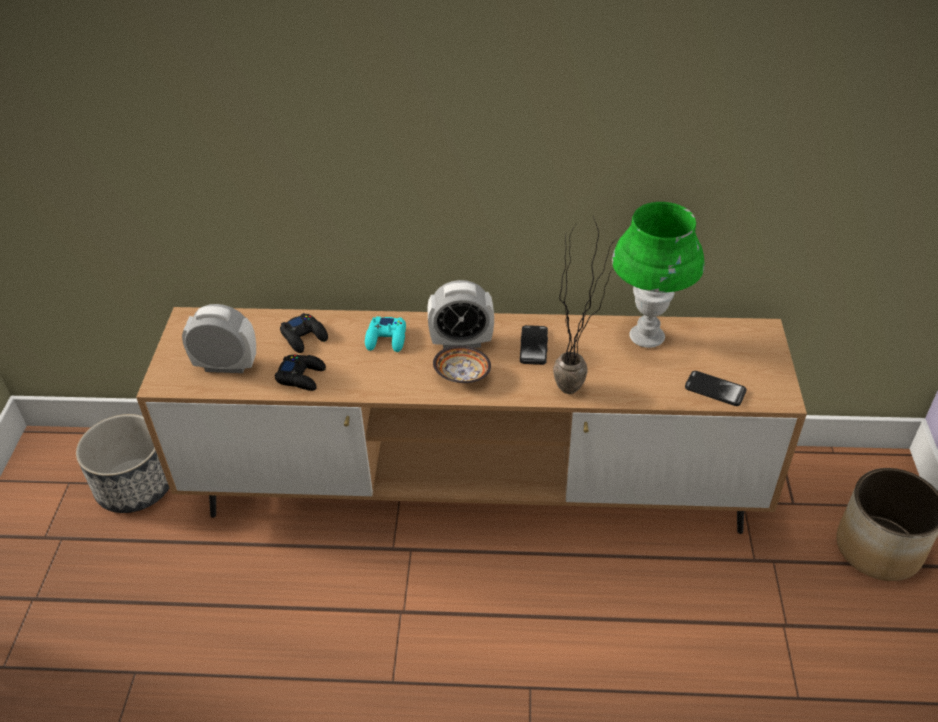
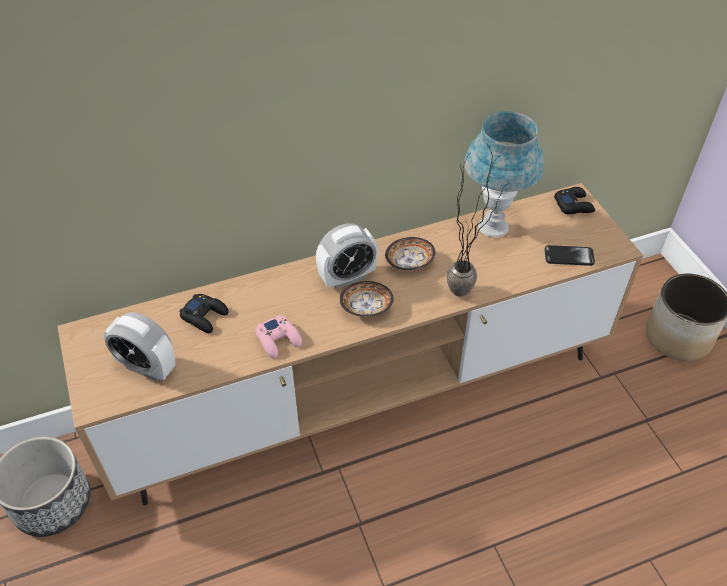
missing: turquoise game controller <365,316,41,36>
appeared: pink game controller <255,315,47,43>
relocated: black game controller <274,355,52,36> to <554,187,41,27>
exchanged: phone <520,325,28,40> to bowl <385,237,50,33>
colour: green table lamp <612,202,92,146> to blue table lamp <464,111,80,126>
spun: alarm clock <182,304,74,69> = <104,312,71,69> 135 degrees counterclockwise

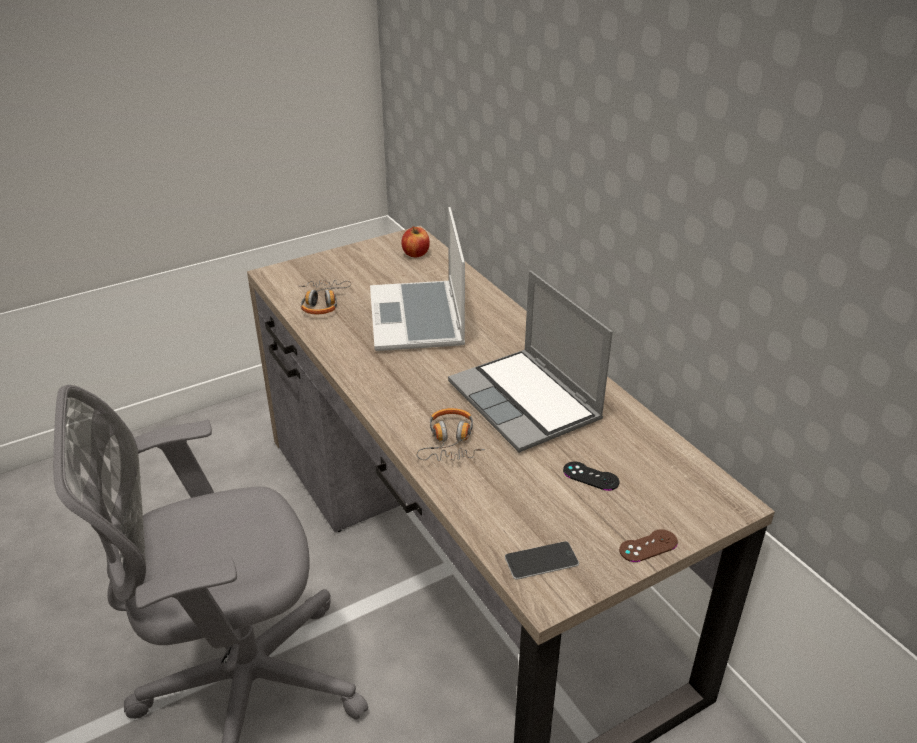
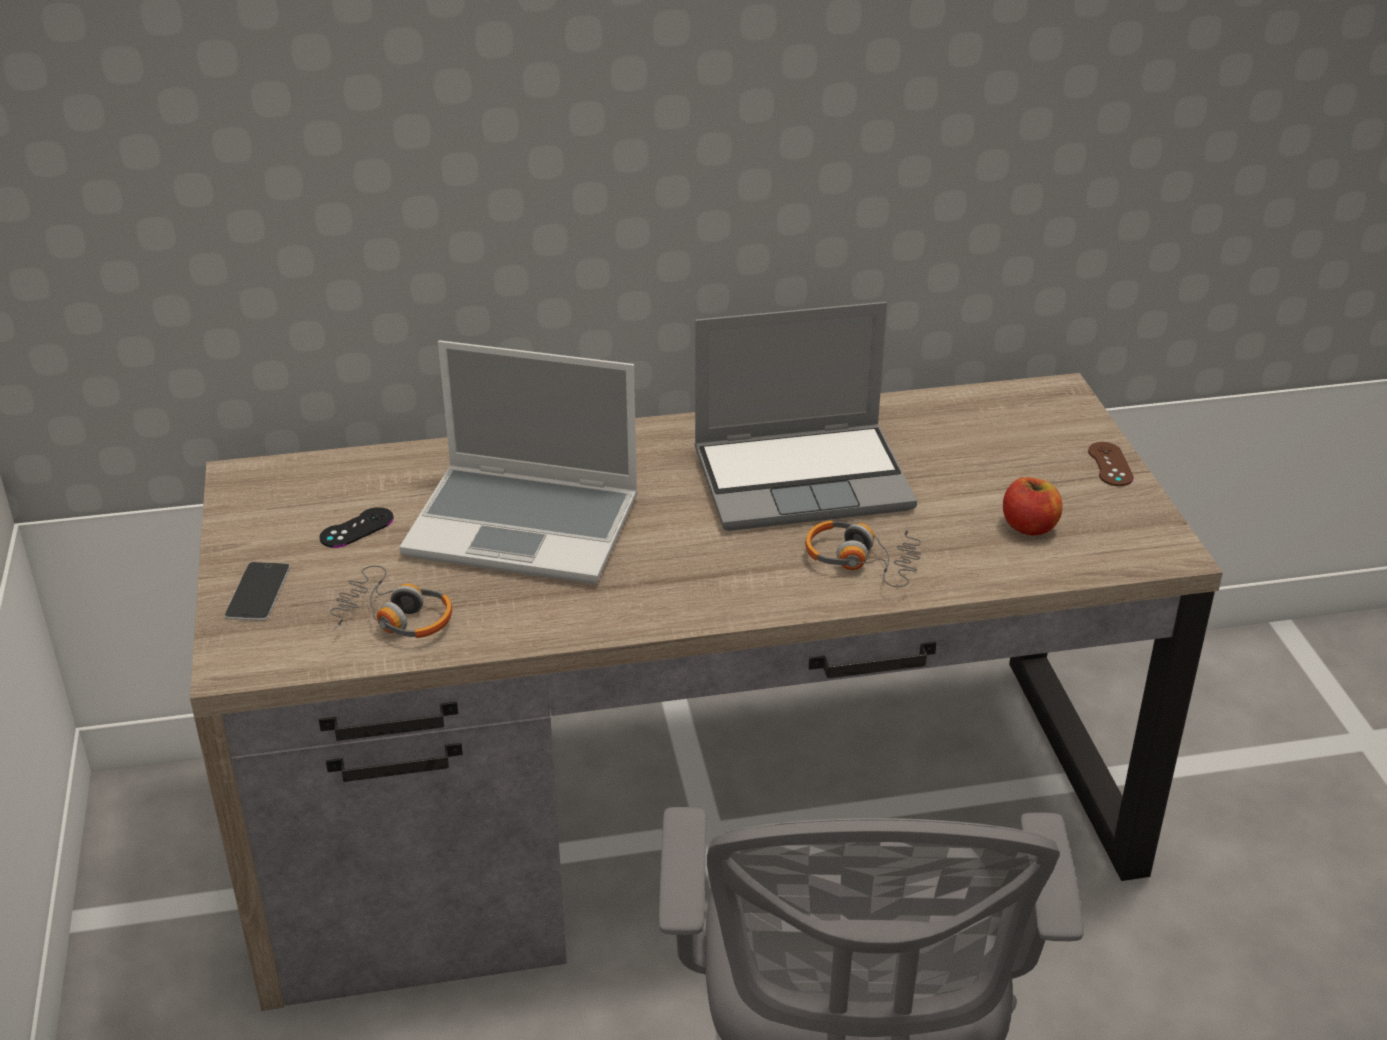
relocated: apple <401,226,29,31> to <1003,477,60,58>; phone <505,541,74,39> to <224,562,66,59>; black game controller <563,462,56,29> to <320,507,74,41>

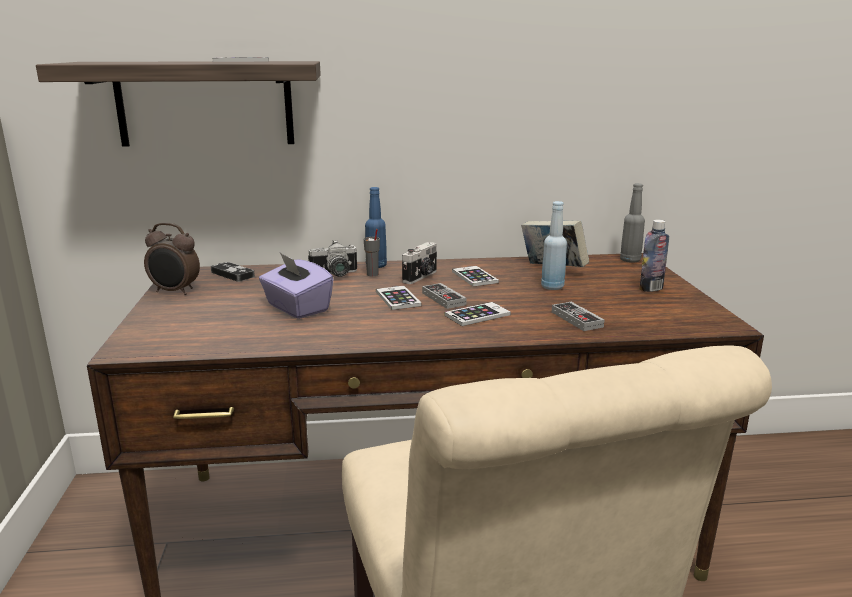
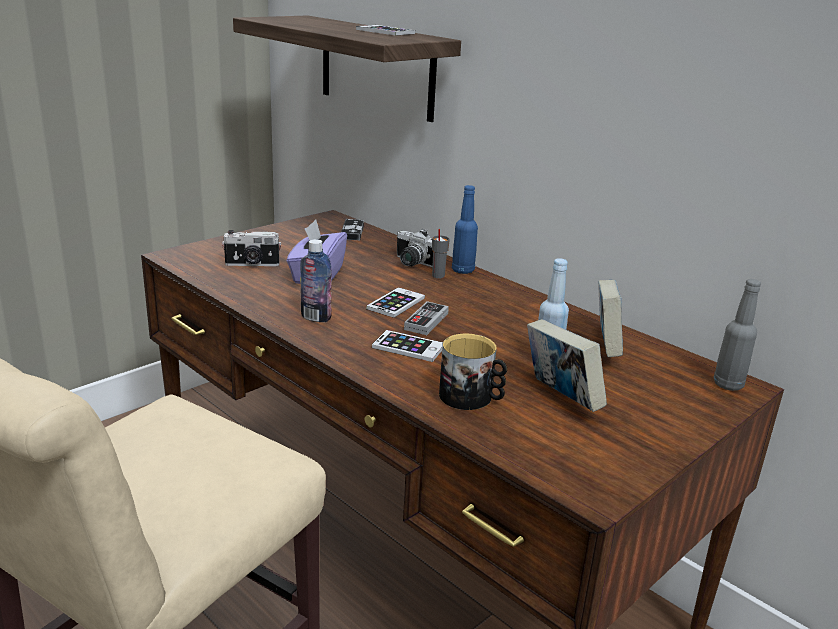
missing: alarm clock <144,223,56,72>; phone <452,266,47,21>
appeared: book <527,319,80,93>
relocated: photo camera <402,242,35,42> to <222,230,59,36>; bottle <639,220,30,72> to <300,239,32,83>
exchanged: game controller <552,302,52,29> to mug <439,334,68,76>

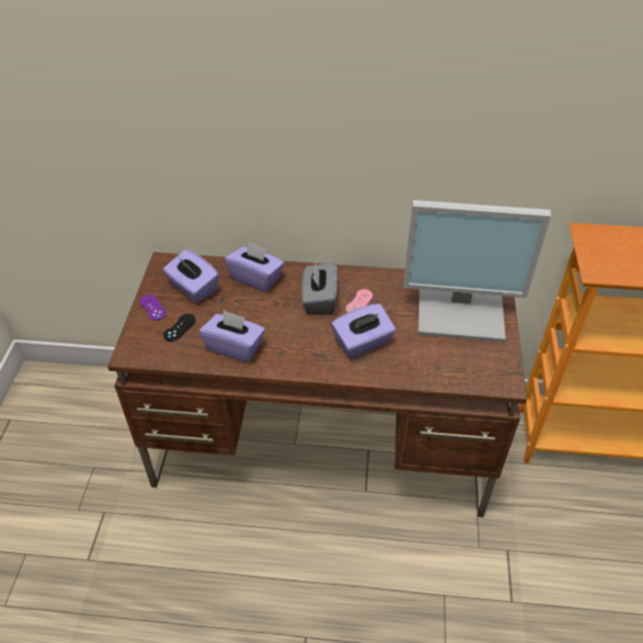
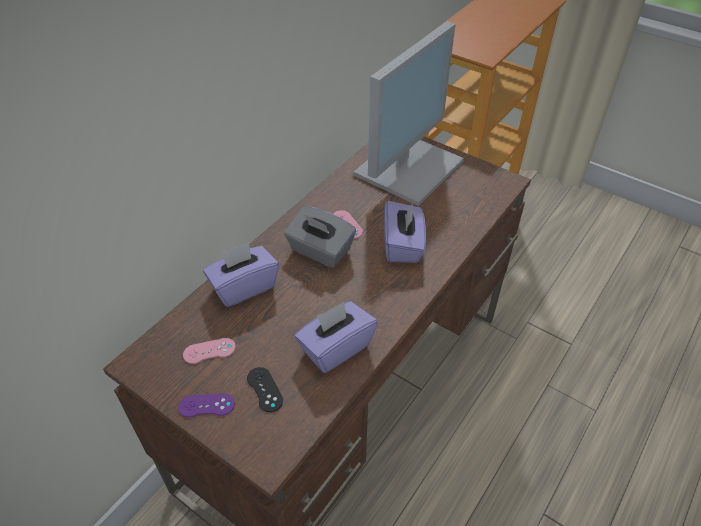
exchanged: purple tissue box <163,249,56,54> to pink game controller <183,338,53,26>

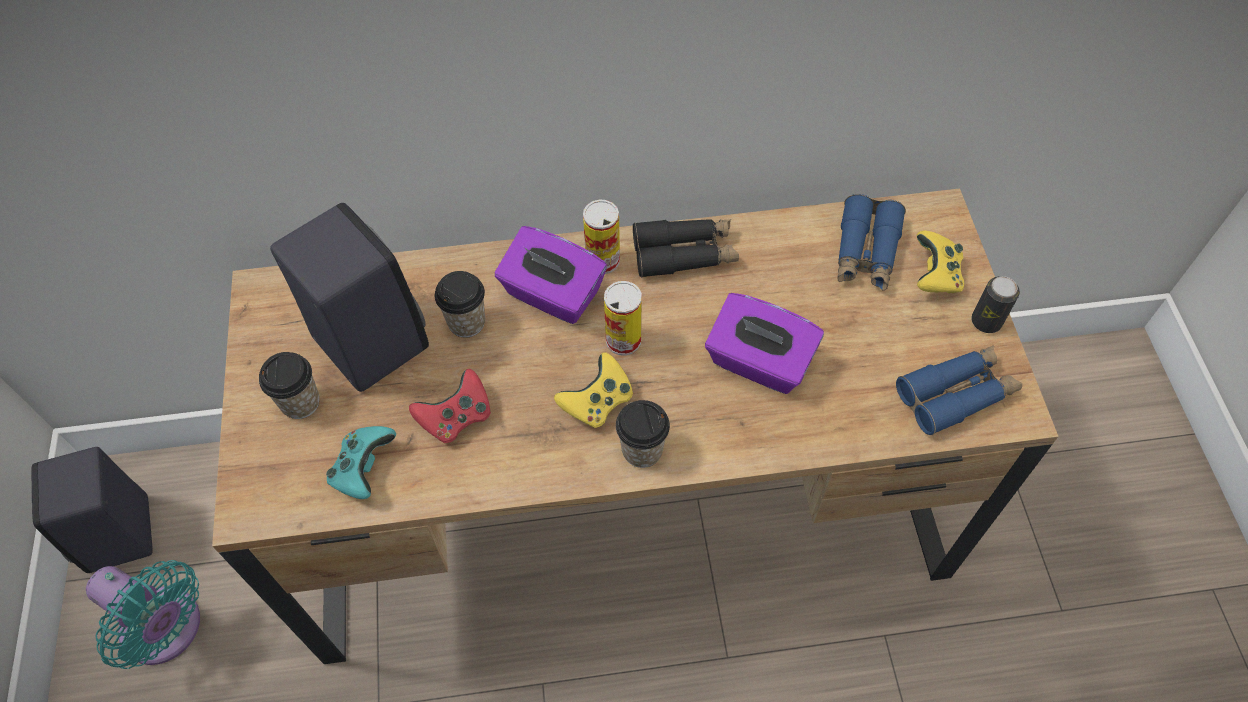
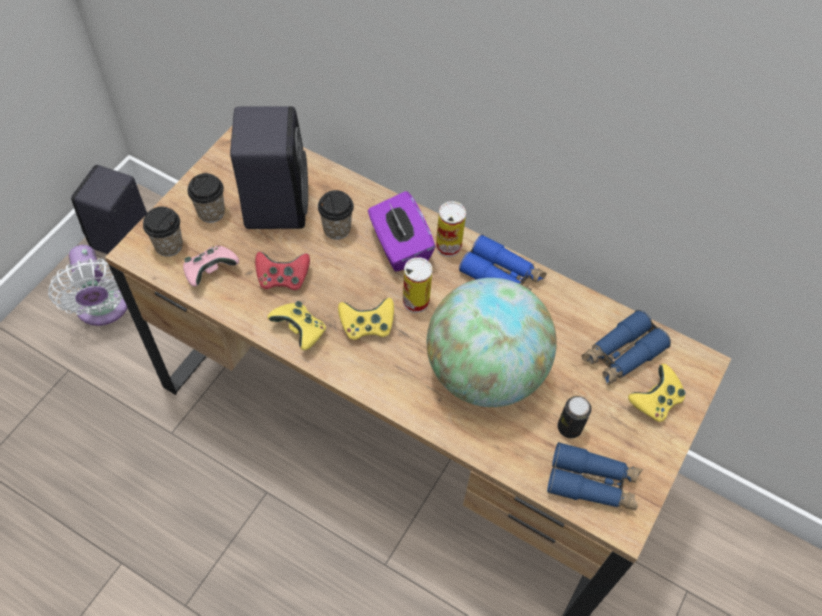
appeared: yellow game controller <268,301,58,49>
relocated: cup <616,400,54,68> to <143,207,40,50>; can <971,276,49,57> to <557,396,34,42>
exchanged: purple tissue box <705,293,119,101> to globe <427,278,130,129>
colour: turquoise fan <86,560,114,109> to white fan <48,245,79,81>; turquoise game controller <326,426,70,73> to pink game controller <183,245,56,42>; black binoculars <633,219,106,59> to blue binoculars <459,234,88,57>

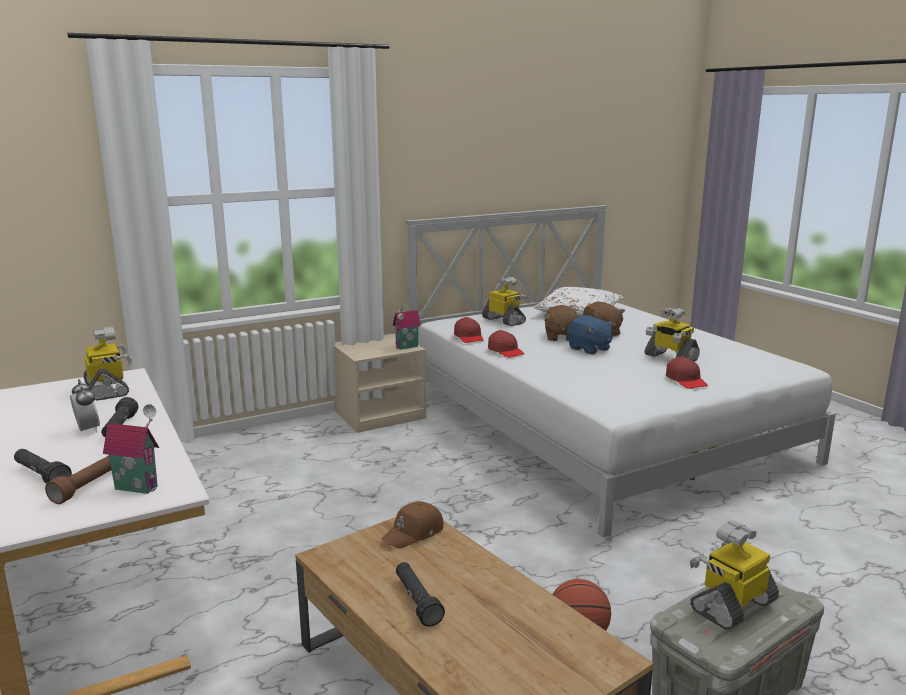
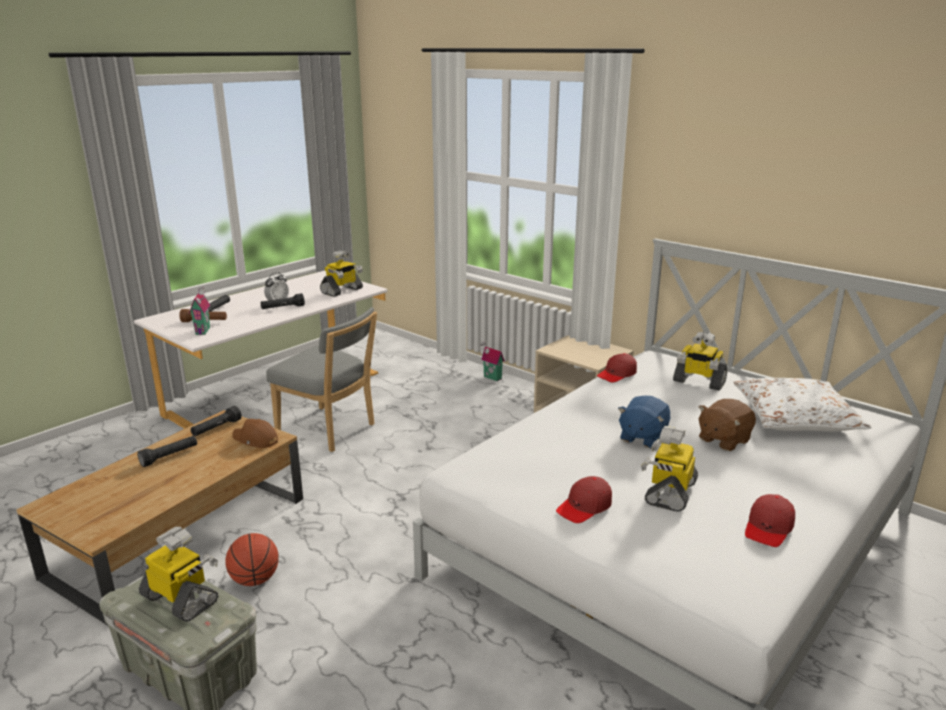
missing: brown plush toy <545,305,36,36>
appeared: black flashlight <191,406,51,30>; grey chair <266,307,111,145>
relocated: toy house <393,305,28,45> to <480,341,25,40>; red cap <488,330,37,28> to <745,494,50,53>
spun: toy robot <482,276,46,50> = <673,332,54,59> 90 degrees clockwise

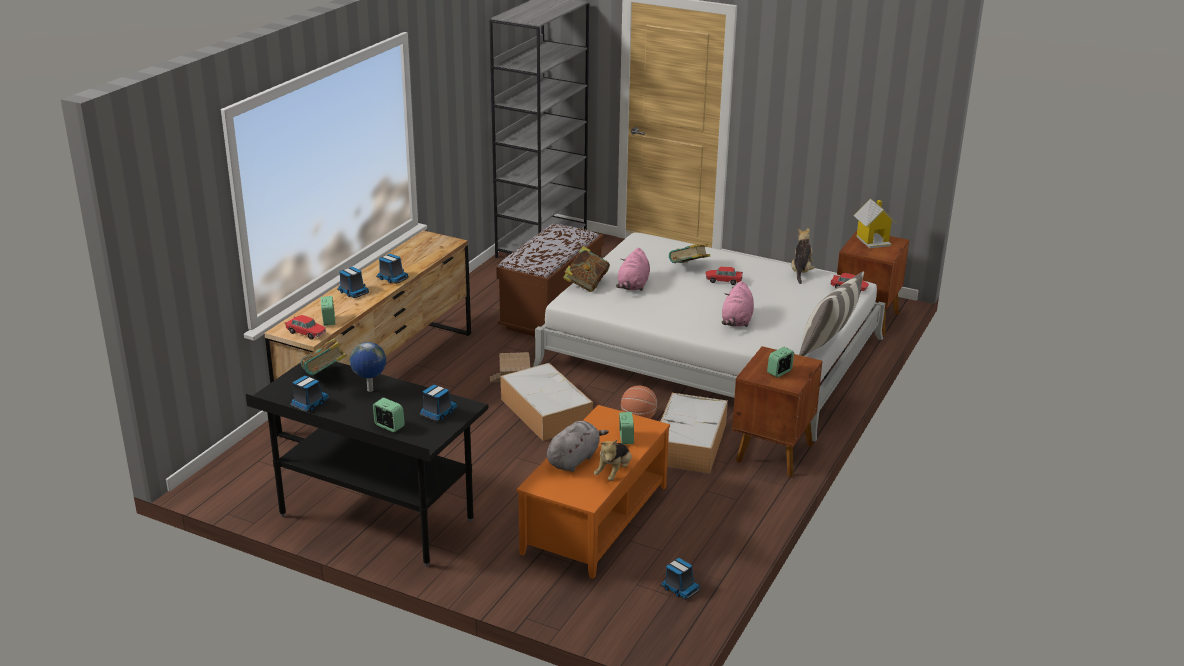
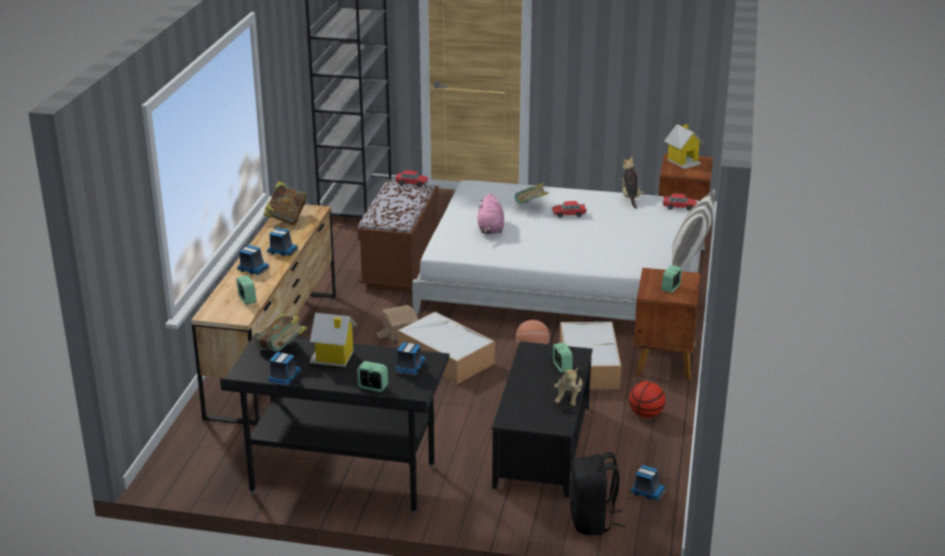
missing: grey plush toy <547,421,62,51>; pink plush toy <722,281,32,46>
appeared: black backpack <570,452,55,83>; basketball <629,381,37,37>
relocated: toy car <285,315,41,25> to <395,170,33,17>; book <563,246,47,46> to <263,181,44,44>
exchanged: globe <350,342,36,50> to toy house <310,313,47,54>
colour: orange coffee table <517,405,153,174> to black coffee table <491,341,101,157>

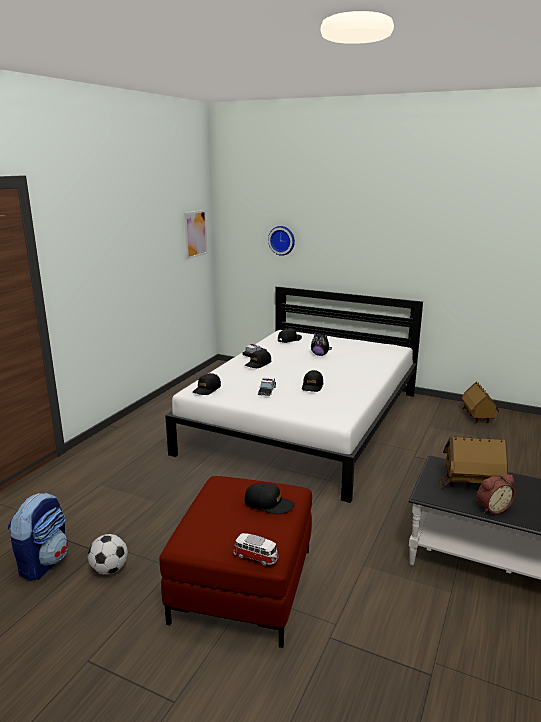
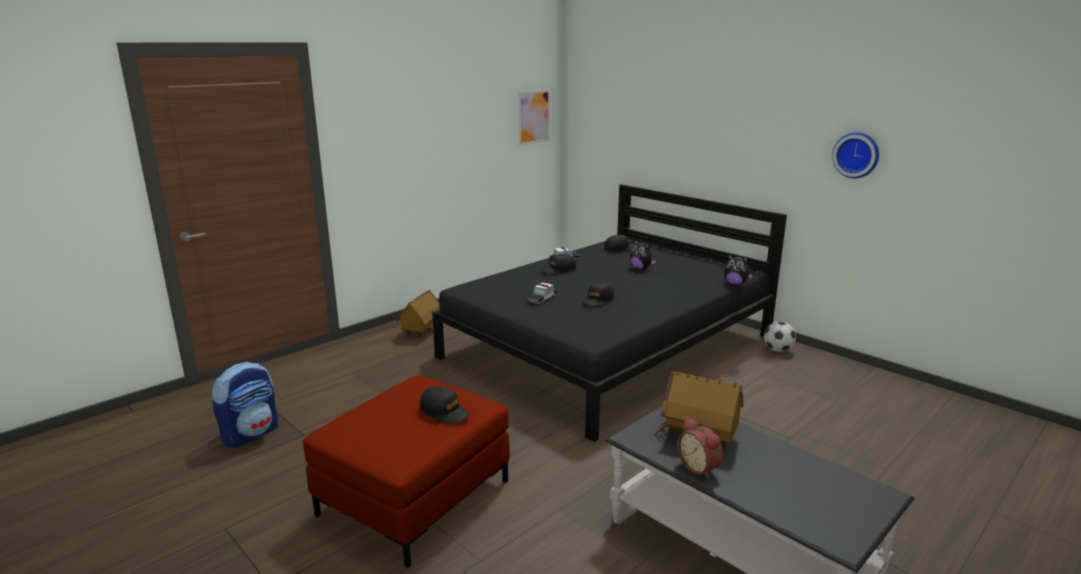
missing: black cap <193,373,28,22>; toy car <234,533,45,33>
appeared: plush toy <724,254,29,31>
relocated: football <88,534,40,41> to <764,322,32,30>; wall clock <268,226,27,30> to <832,132,47,46>; toy house <461,382,38,41> to <397,290,43,48>
colour: white bed <165,286,258,217> to black bed <432,184,355,258>
spun: alarm clock <477,474,38,40> = <677,418,46,61> 60 degrees clockwise

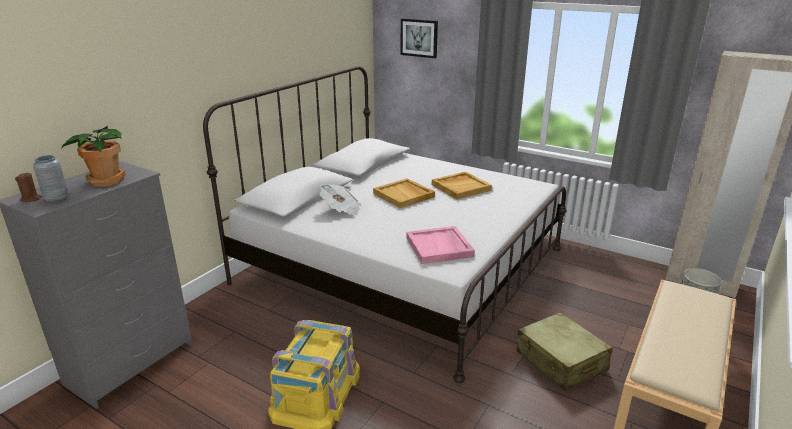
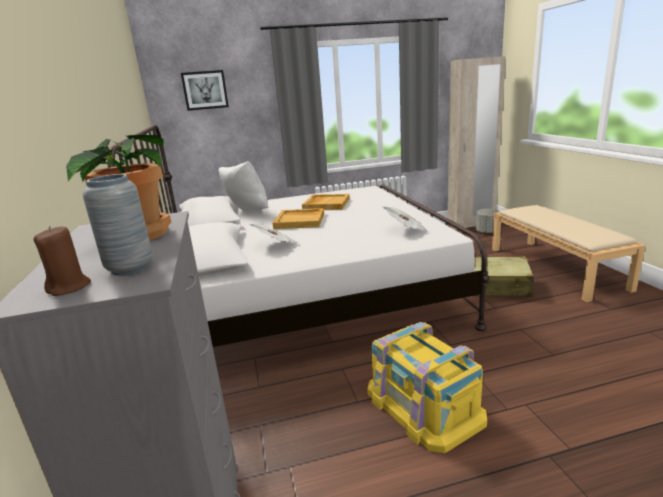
appeared: white pillow <219,161,49,50>
exchanged: pink tray <406,226,69,38> to newspaper <382,206,47,26>

